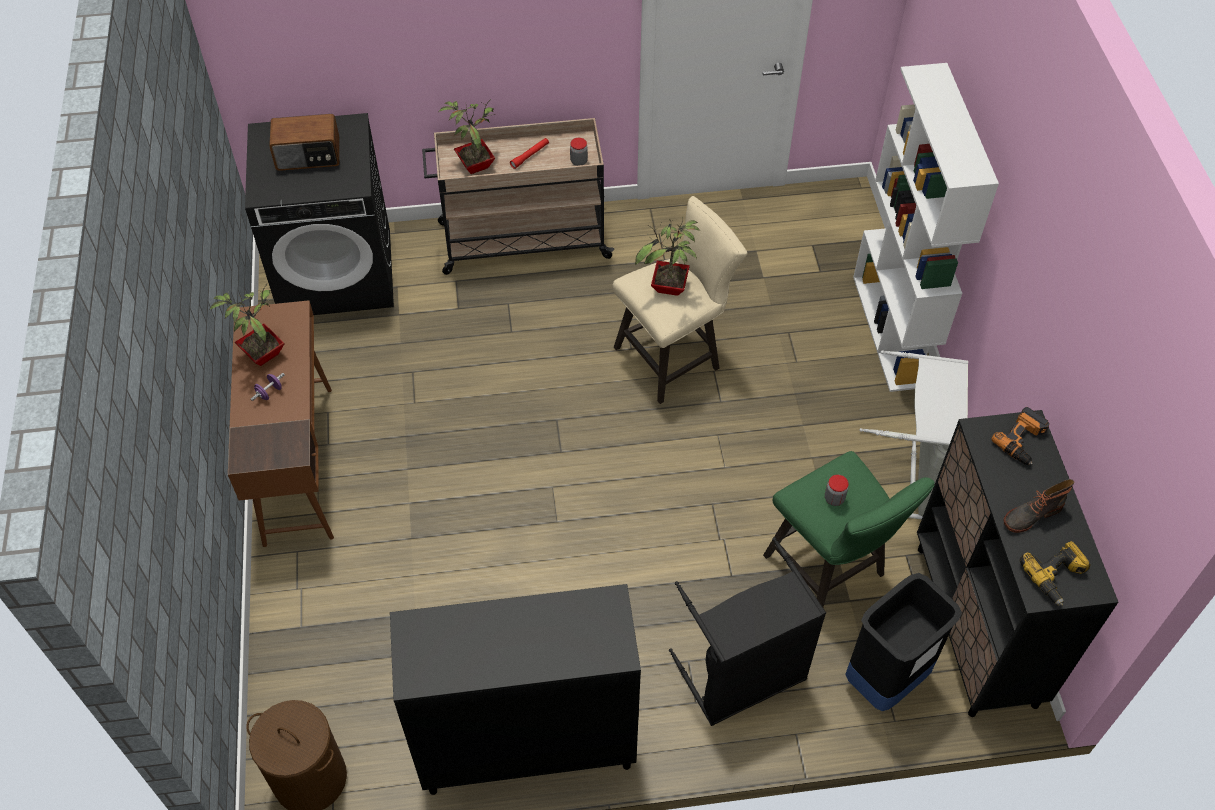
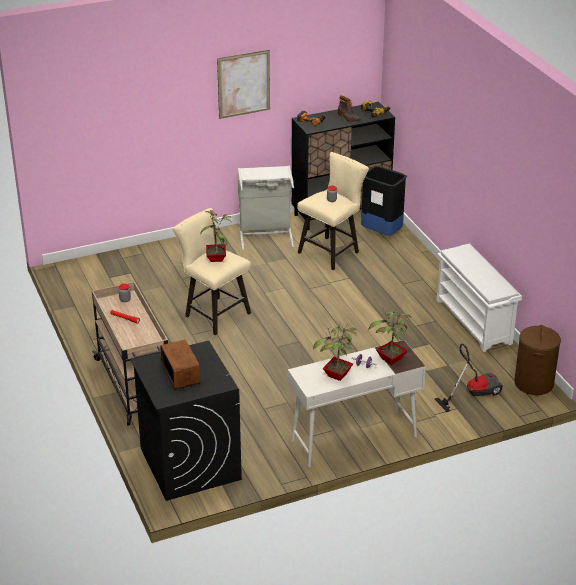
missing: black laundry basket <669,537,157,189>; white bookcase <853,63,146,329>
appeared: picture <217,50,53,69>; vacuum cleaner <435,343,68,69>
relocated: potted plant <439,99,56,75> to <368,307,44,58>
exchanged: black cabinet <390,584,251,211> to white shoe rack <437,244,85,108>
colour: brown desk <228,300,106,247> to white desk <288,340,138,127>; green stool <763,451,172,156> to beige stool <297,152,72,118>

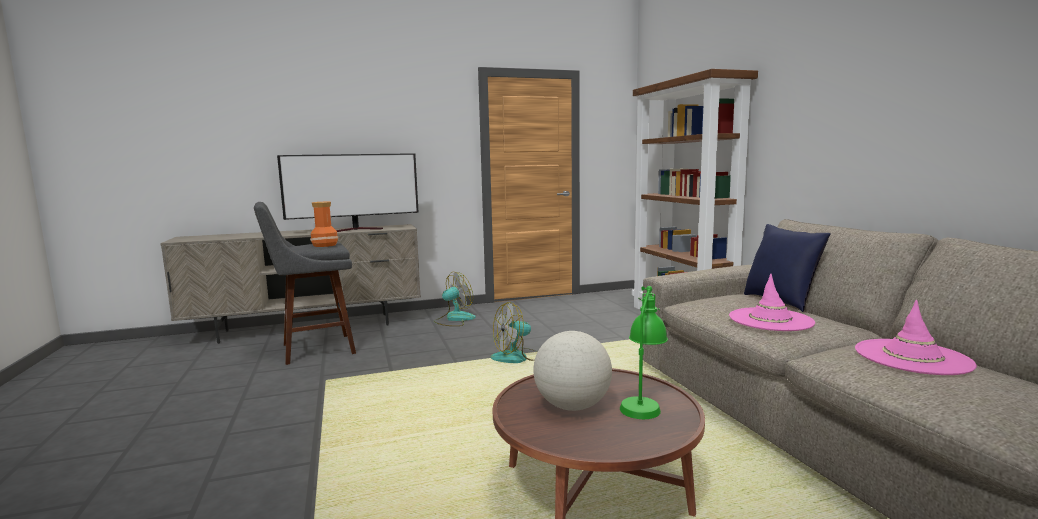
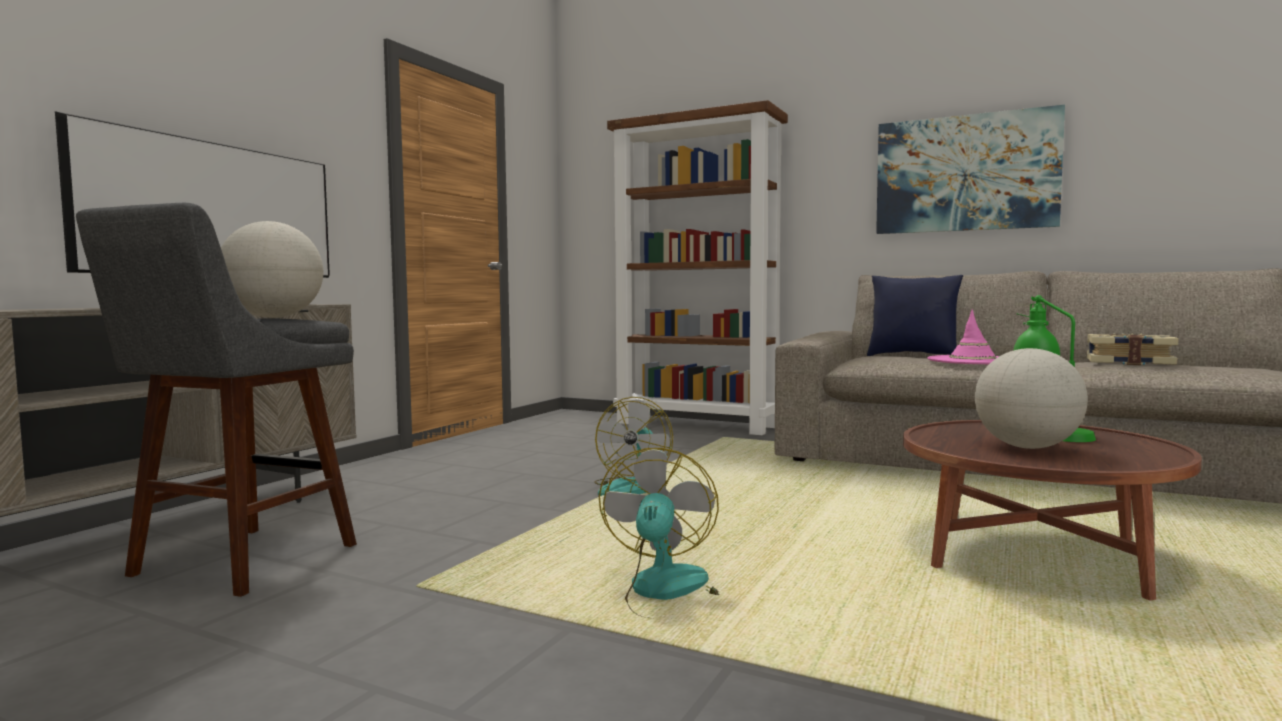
appeared: picture <876,105,189,129>
relocated: fan <434,272,42,54> to <599,448,120,170>
exchanged: vase <310,202,28,45> to globe <221,221,102,97>; pink hat <855,300,122,75> to book <1087,333,92,32>

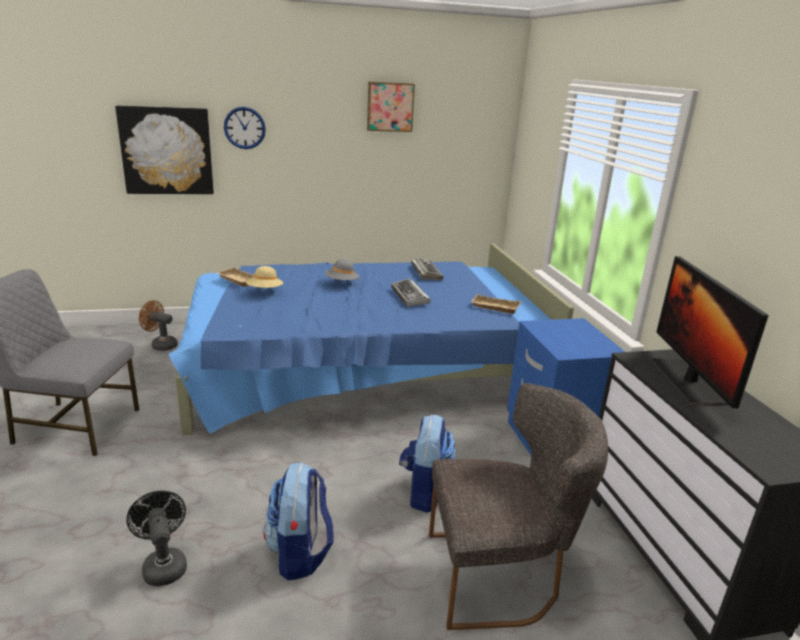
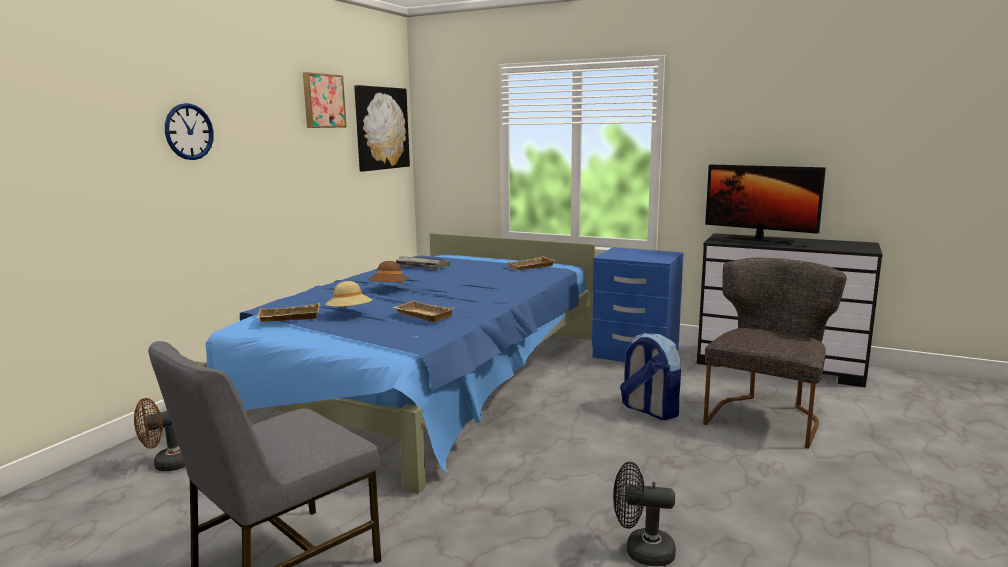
missing: backpack <263,462,71,118>; keyboard <391,278,39,29>
appeared: beige tray <392,300,62,22>
relocated: picture <115,105,99,89> to <354,85,56,86>
colour: grey hat <325,259,34,22> to brown hat <368,261,41,23>

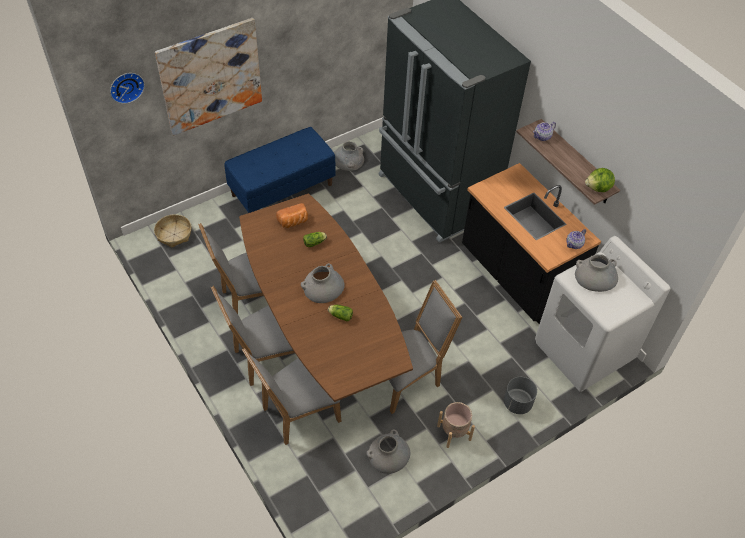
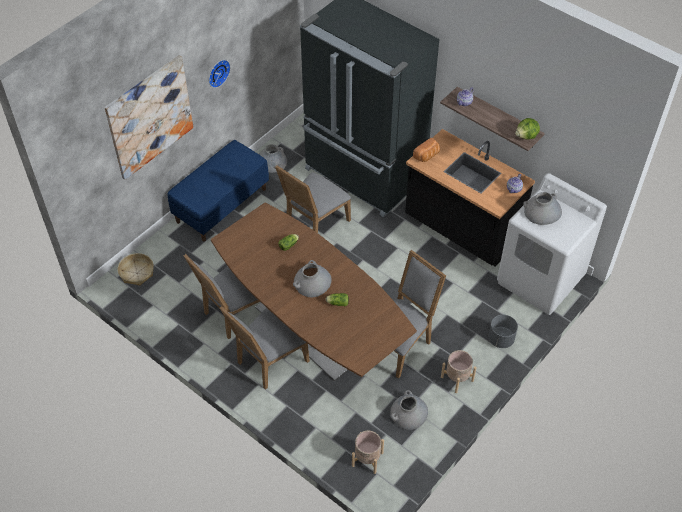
appeared: beige planter <352,431,32,43>
relocated: wall clock <110,73,35,31> to <209,60,22,28>; grey chair <242,348,99,97> to <275,165,76,68>; bread <276,203,32,25> to <413,138,27,24>

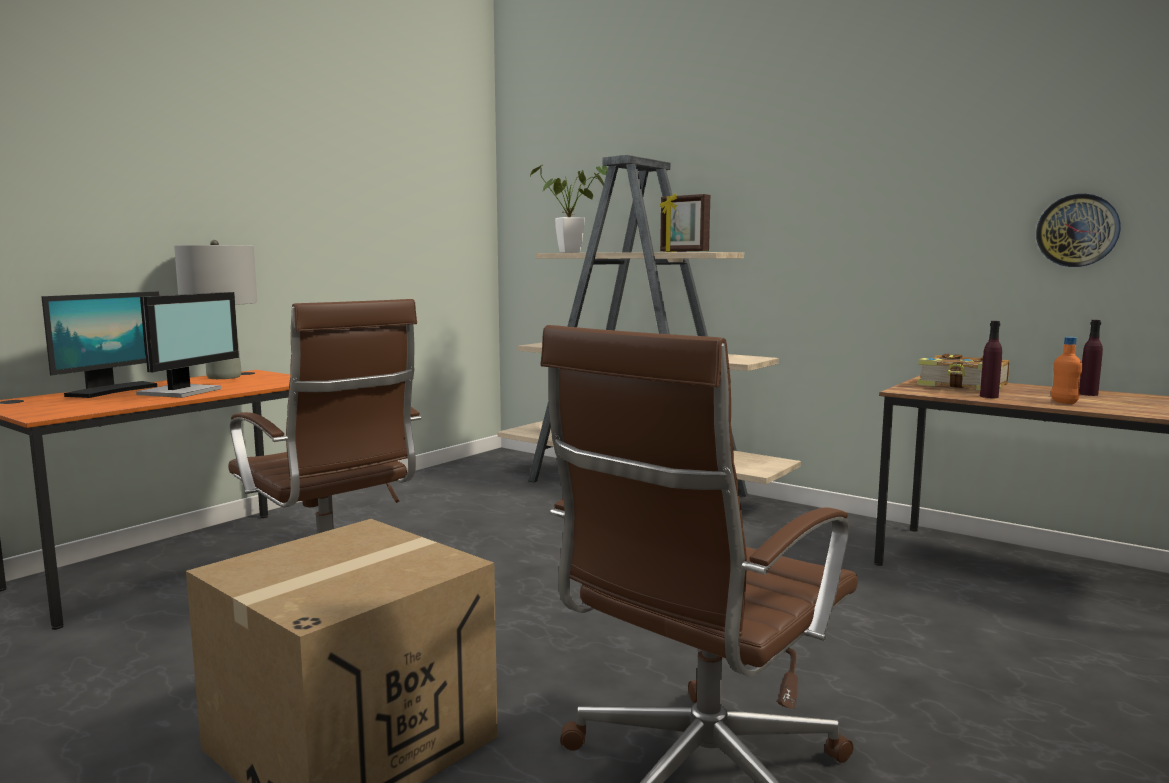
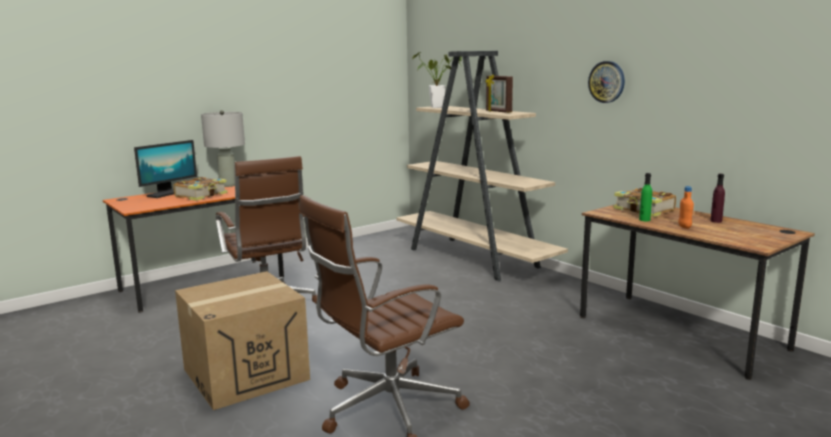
relocated: wall clock <1036,194,85,73> to <588,61,37,42>
exchanged: monitor <136,292,103,106> to book <173,177,55,24>
colour: purple bottle <980,321,22,77> to green bottle <639,173,13,48>

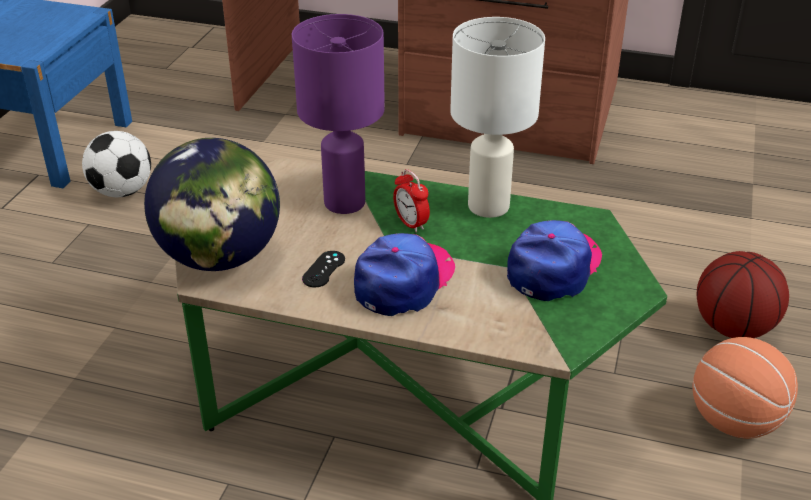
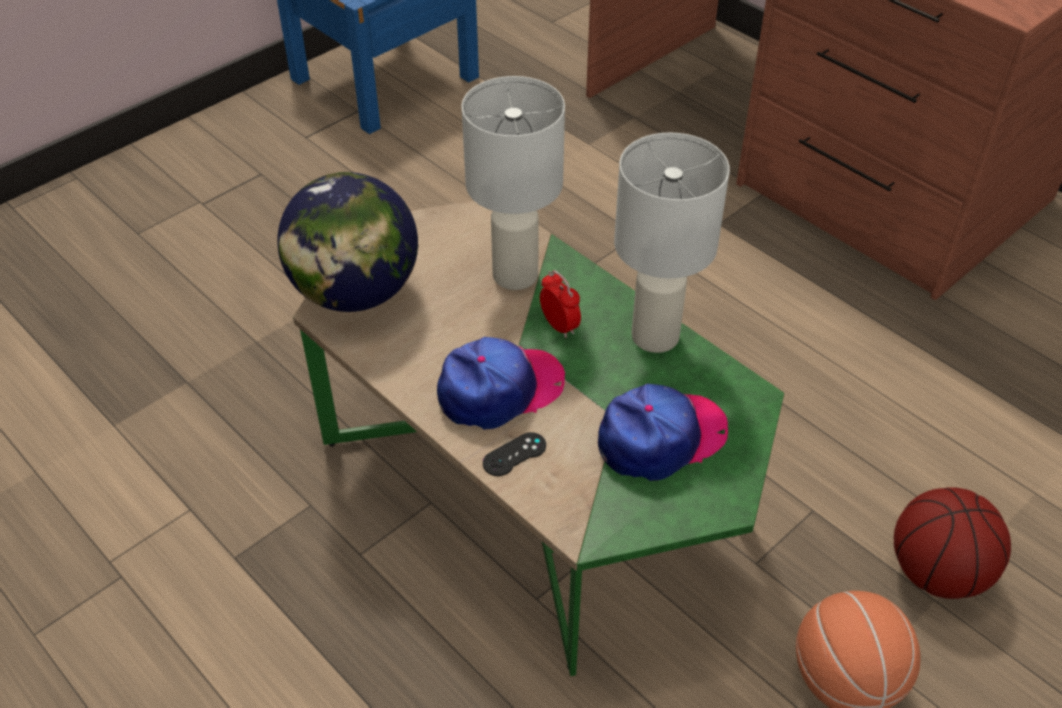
missing: football <82,131,69,66>
relocated: black game controller <302,251,43,36> to <483,432,63,44>
colour: purple table lamp <292,14,93,200> to white table lamp <462,76,103,214>
spun: alarm clock <393,169,37,63> = <540,270,41,68> 150 degrees clockwise

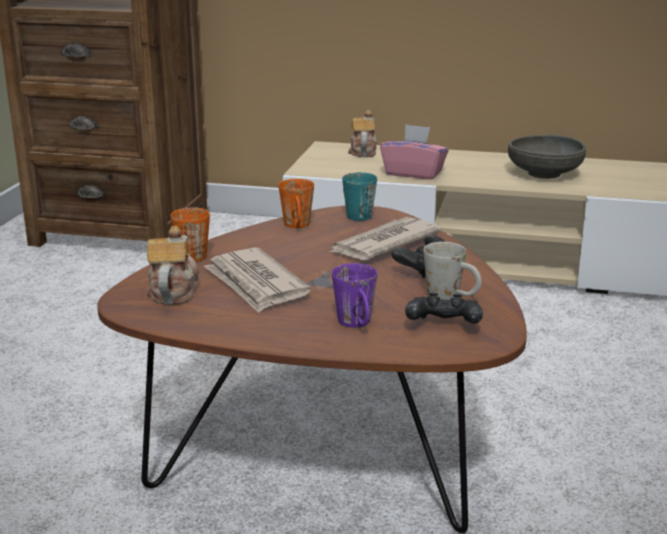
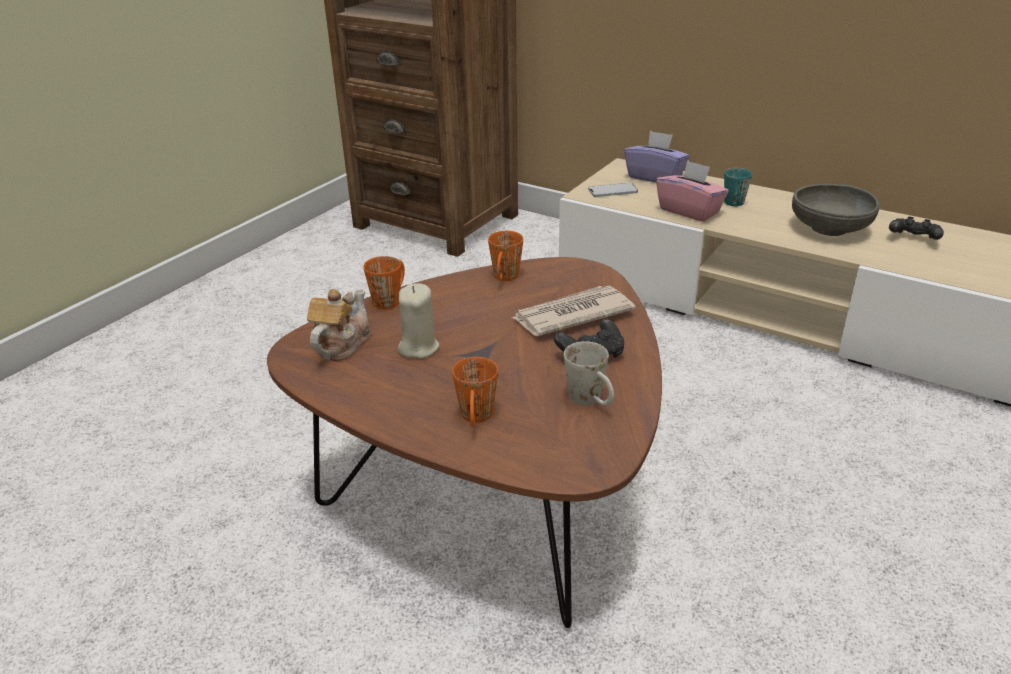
appeared: phone <588,183,50,14>
relocated: turquoise mug <342,172,35,49> to <724,168,28,38>; black game controller <405,293,78,31> to <889,216,55,24>
exchanged: newspaper <204,248,107,65> to beige candle <398,283,41,76>; teapot <348,110,29,47> to purple tissue box <624,131,66,52>
colour: purple mug <332,263,45,65> to orange mug <452,357,46,70>

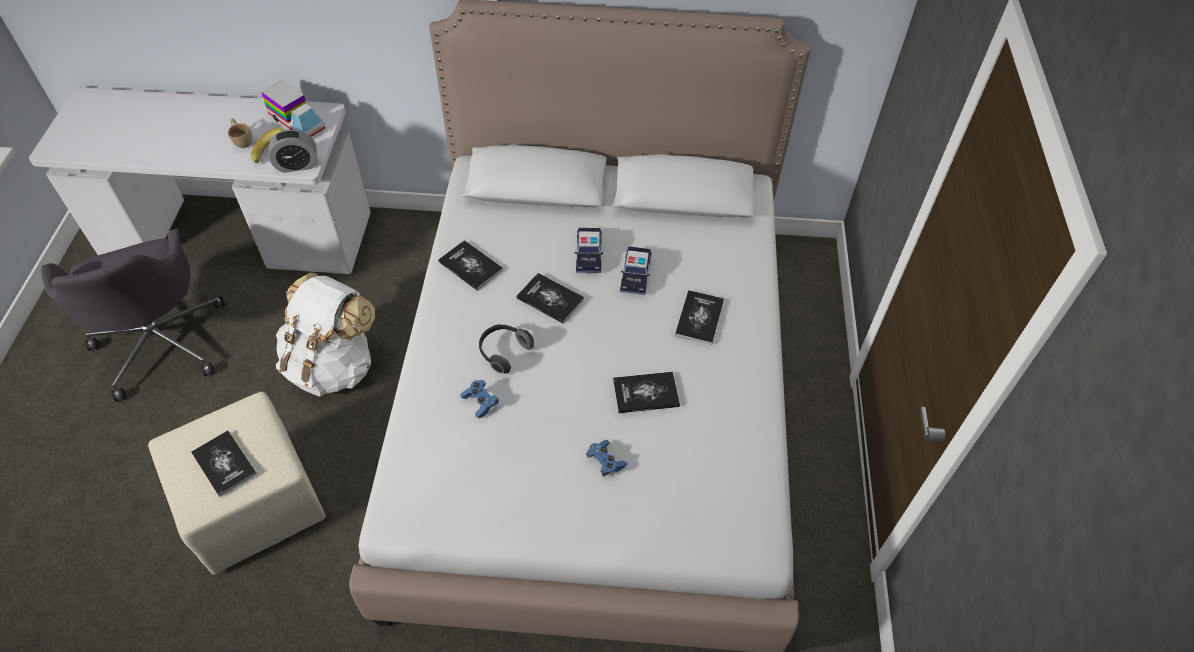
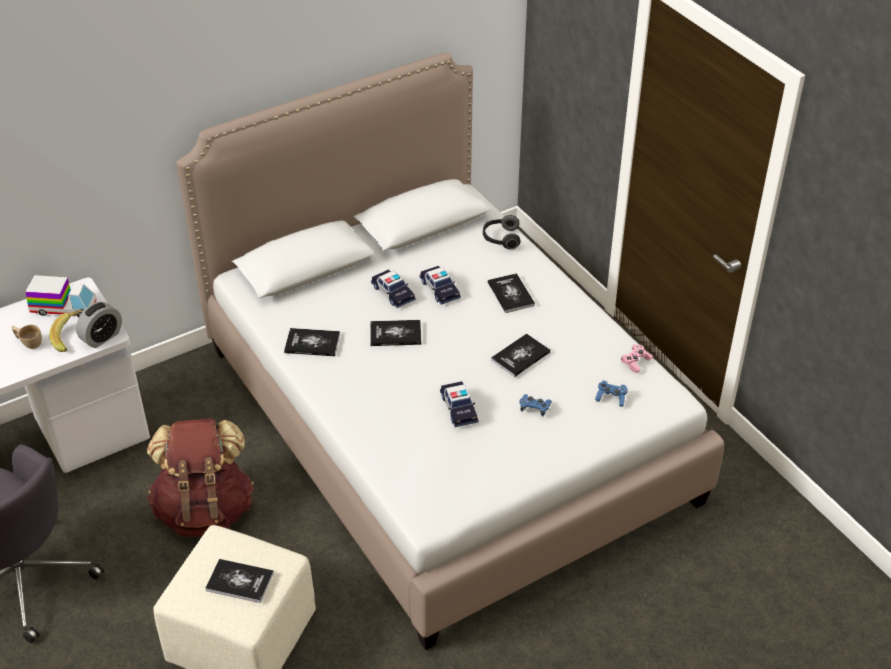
appeared: toy car <440,381,38,46>; pink game controller <621,344,32,29>
relocated: blue game controller <460,380,39,38> to <595,381,33,26>; headphones <479,324,55,49> to <483,215,38,34>
colour: white backpack <276,273,99,123> to brown backpack <147,418,107,119>

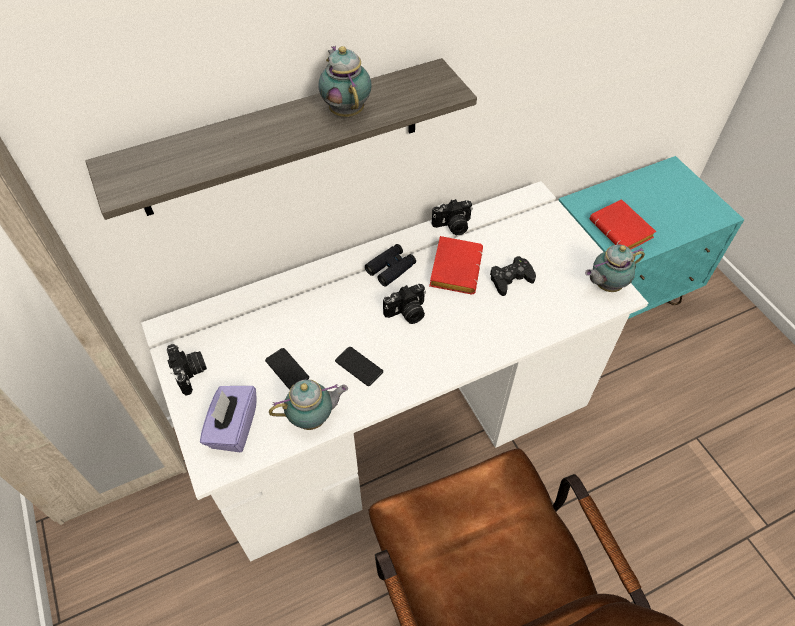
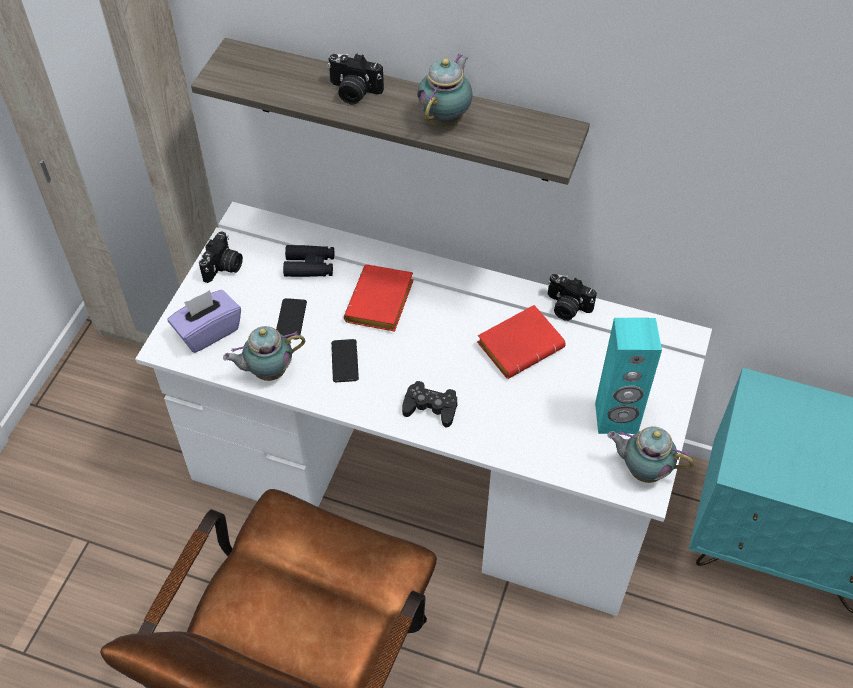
appeared: turquoise speaker <595,318,67,116>
relocated: black binoculars <365,244,51,43> to <283,245,51,32>; photo camera <383,284,43,40> to <327,53,57,51>; black game controller <490,256,46,40> to <402,381,56,47>; red book <590,199,66,51> to <344,264,70,68>
spun: teapot <269,380,79,50> = <223,326,82,55> 135 degrees clockwise

